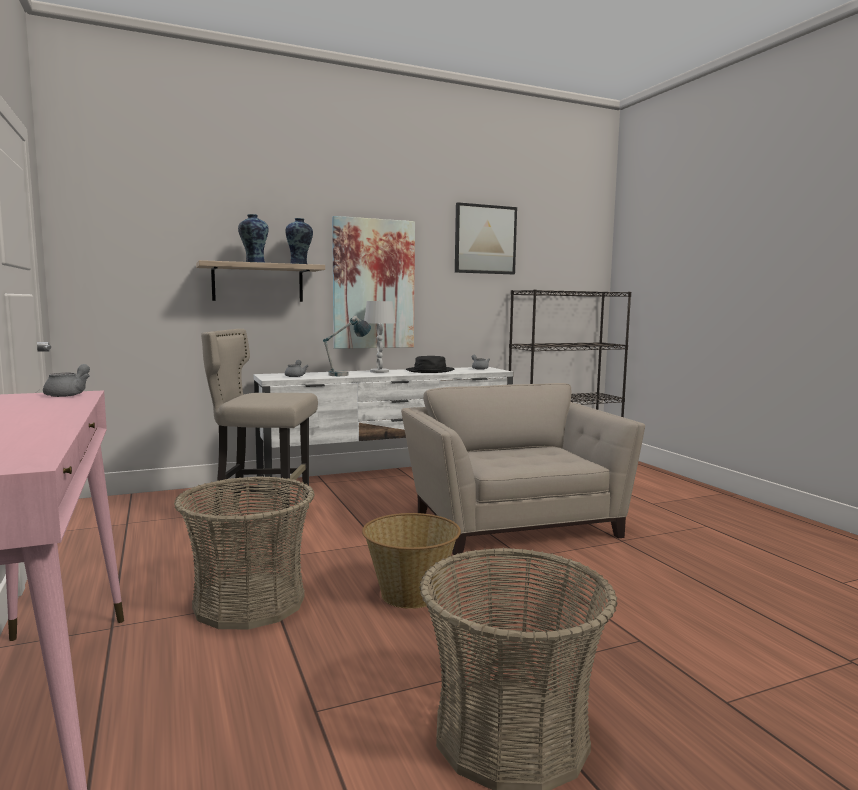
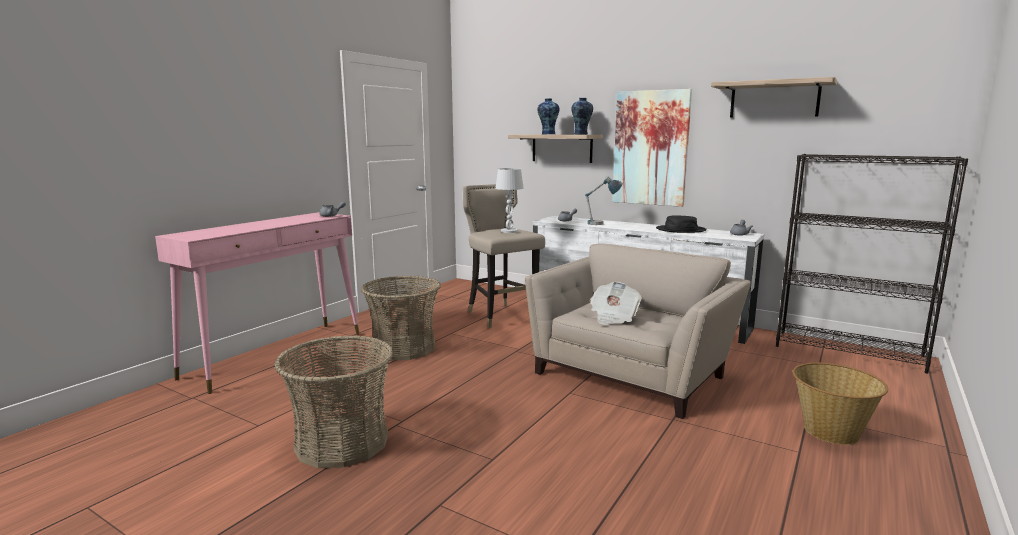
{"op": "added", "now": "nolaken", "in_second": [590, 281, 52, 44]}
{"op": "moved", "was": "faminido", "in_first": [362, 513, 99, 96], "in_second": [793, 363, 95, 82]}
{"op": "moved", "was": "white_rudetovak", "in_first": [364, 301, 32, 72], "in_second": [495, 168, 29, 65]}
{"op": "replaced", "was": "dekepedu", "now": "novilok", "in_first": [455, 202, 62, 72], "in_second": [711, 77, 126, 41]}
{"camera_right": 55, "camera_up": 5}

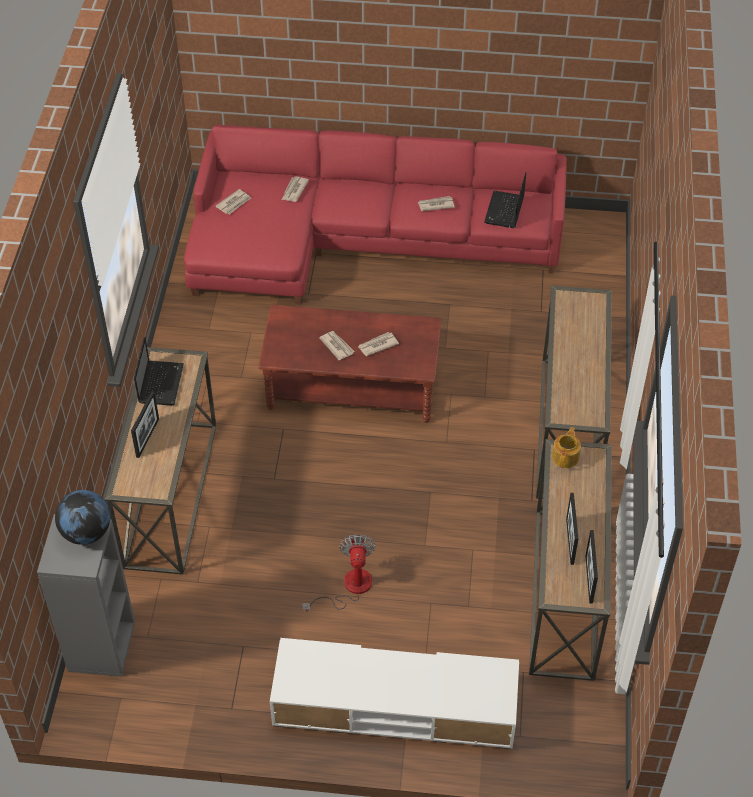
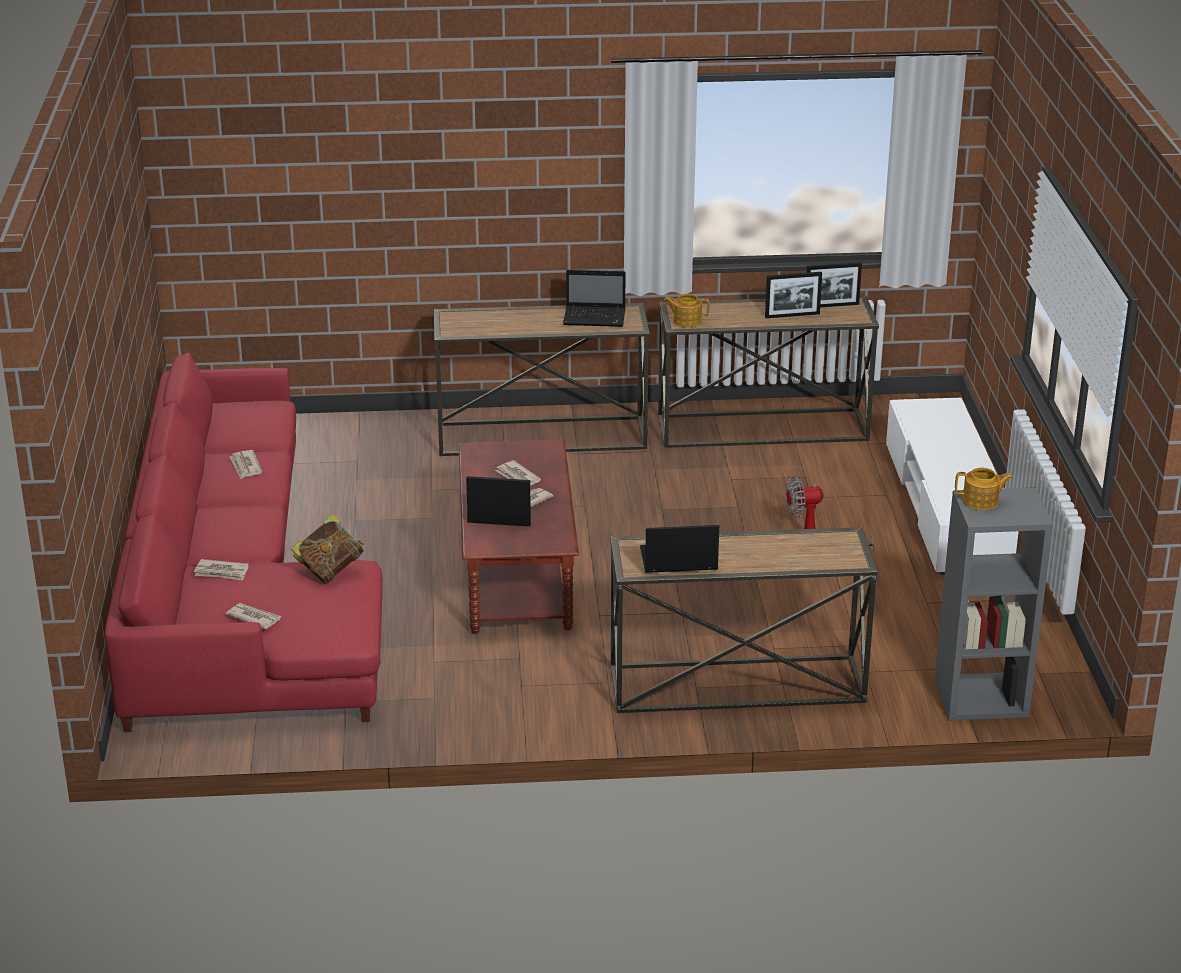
{"op": "added", "now": "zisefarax", "in_second": [291, 514, 73, 70]}
{"op": "moved", "was": "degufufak", "in_first": [131, 391, 28, 67], "in_second": [466, 476, 65, 51]}
{"op": "moved", "was": "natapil", "in_first": [484, 172, 42, 56], "in_second": [563, 270, 63, 57]}
{"op": "replaced", "was": "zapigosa", "now": "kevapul", "in_first": [55, 490, 55, 55], "in_second": [955, 468, 58, 42]}
{"camera_right": -100, "camera_up": -20}

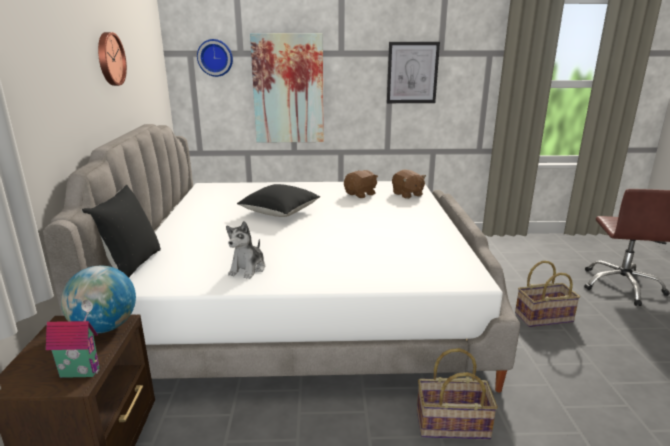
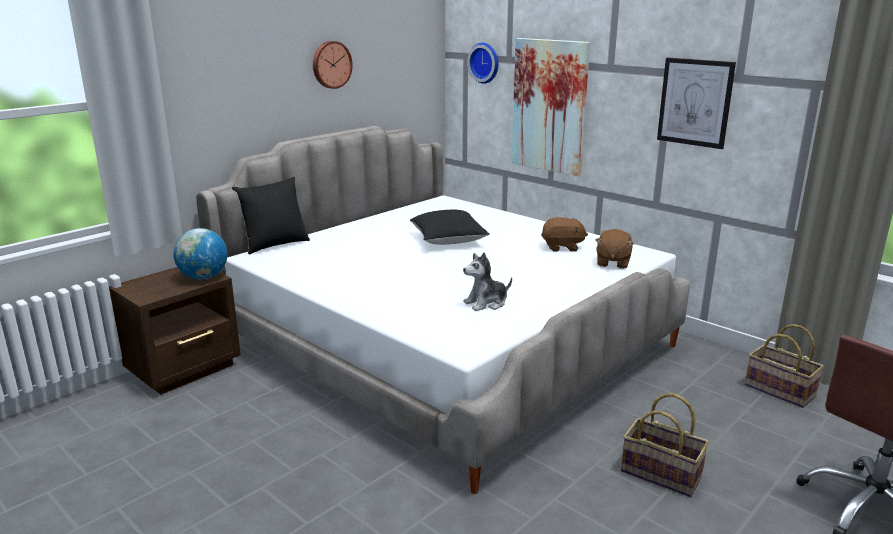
{"op": "removed", "was": "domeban", "in_first": [46, 300, 53, 78]}
{"op": "moved", "was": "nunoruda", "in_first": [226, 221, 39, 58], "in_second": [463, 252, 49, 59]}
{"op": "moved", "was": "faminido", "in_first": [417, 348, 81, 92], "in_second": [745, 324, 79, 84]}
{"camera_right": 45, "camera_up": 0}

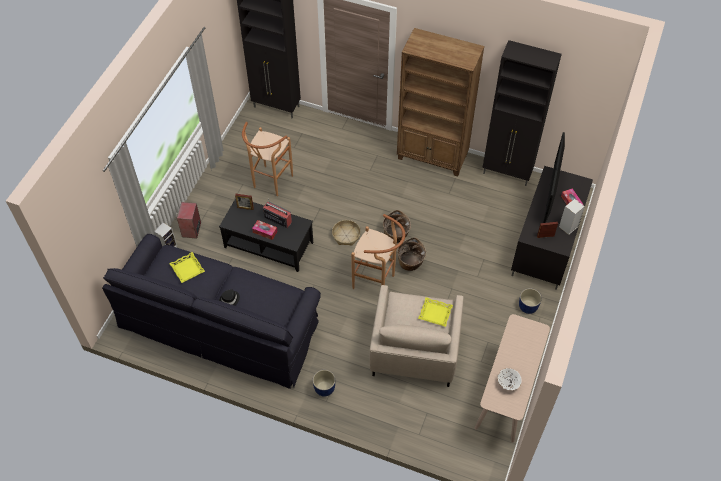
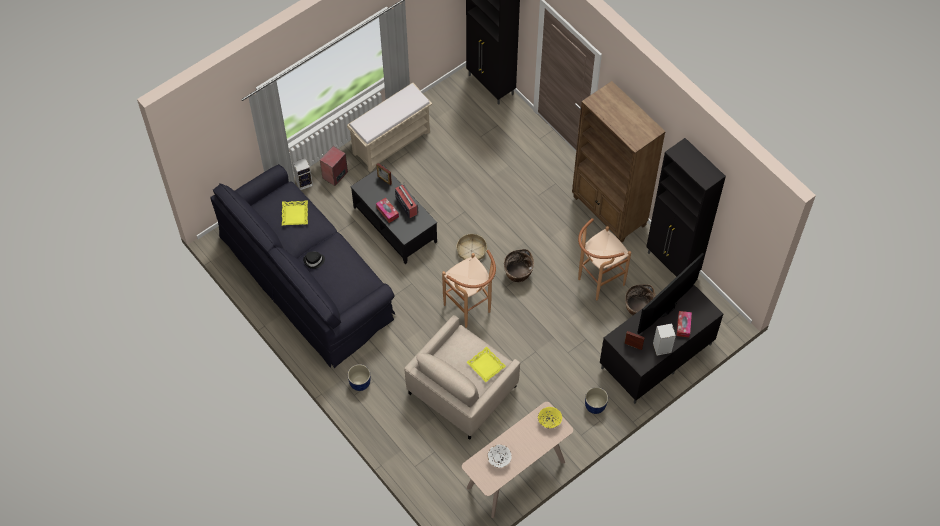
{"op": "added", "now": "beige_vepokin", "in_second": [347, 83, 85, 89]}
{"op": "added", "now": "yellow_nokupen", "in_second": [538, 407, 24, 22]}
{"op": "moved", "was": "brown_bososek", "in_first": [242, 122, 51, 74], "in_second": [578, 218, 53, 82]}
{"op": "moved", "was": "faminido", "in_first": [397, 237, 29, 34], "in_second": [625, 284, 31, 31]}
{"camera_right": 30, "camera_up": 5}

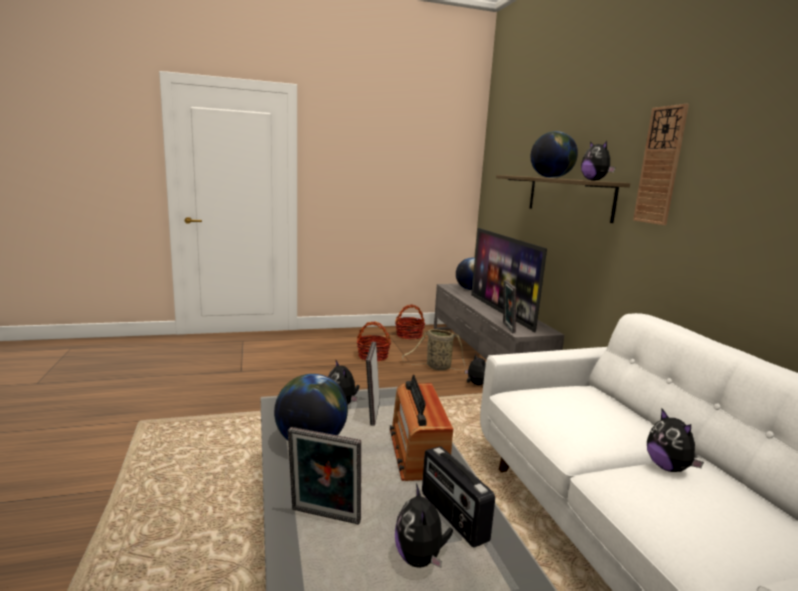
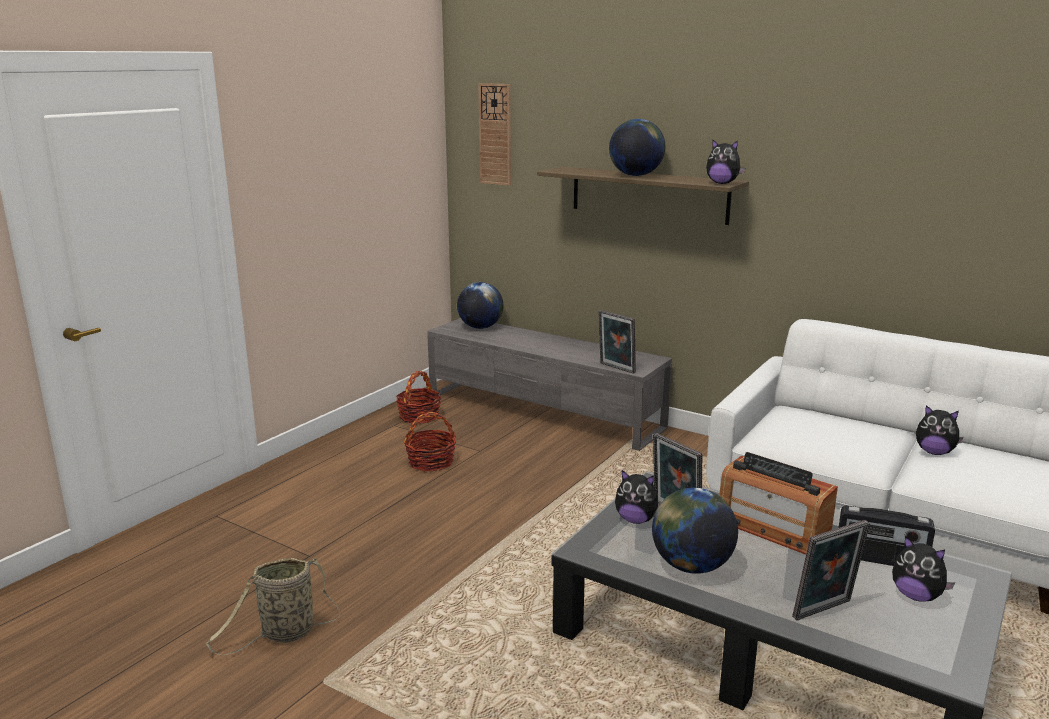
{"op": "removed", "was": "nunoruda", "in_first": [465, 354, 21, 31]}
{"op": "removed", "was": "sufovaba", "in_first": [471, 228, 76, 104]}
{"op": "moved", "was": "faminido", "in_first": [402, 329, 63, 42], "in_second": [206, 558, 135, 97]}
{"op": "moved", "was": "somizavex", "in_first": [633, 104, 56, 121], "in_second": [478, 83, 33, 103]}
{"camera_right": -40, "camera_up": 5}

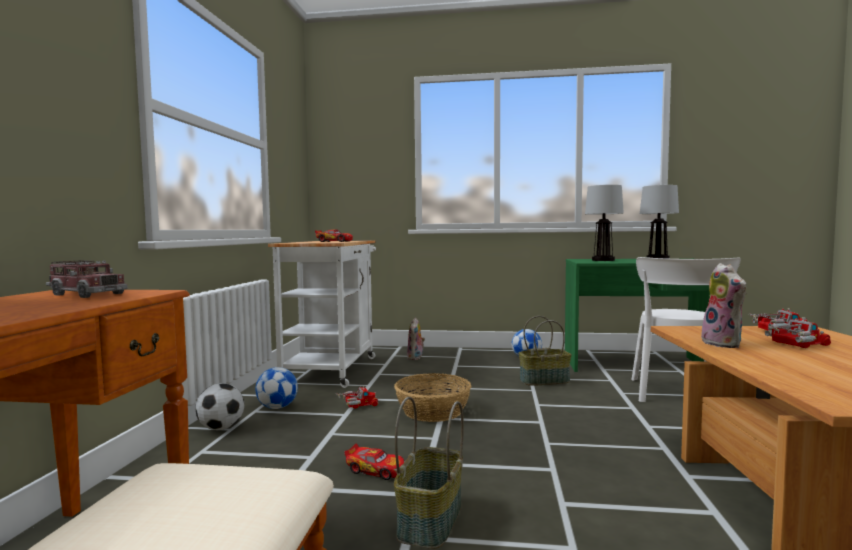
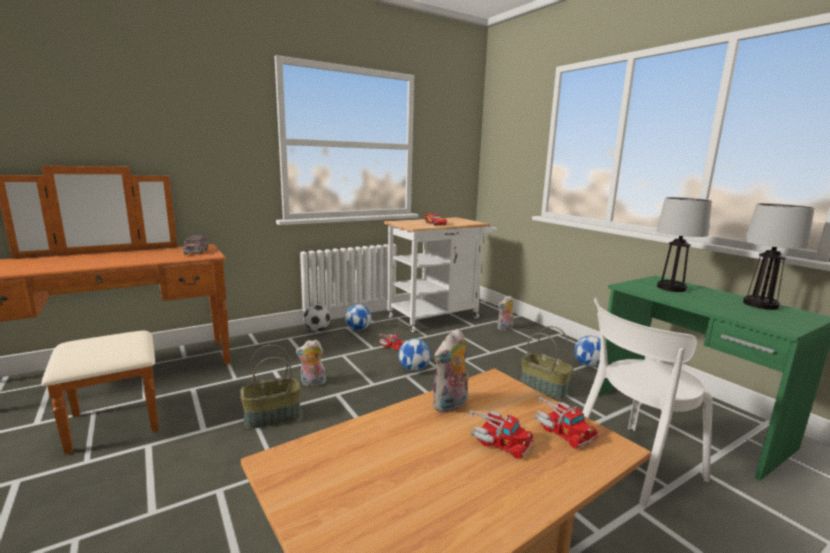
{"op": "replaced", "was": "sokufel", "now": "nunoruda", "in_first": [344, 443, 61, 37], "in_second": [295, 340, 31, 46]}
{"op": "replaced", "was": "faminido", "now": "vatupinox", "in_first": [394, 373, 77, 49], "in_second": [398, 338, 33, 33]}
{"camera_right": 50, "camera_up": 10}

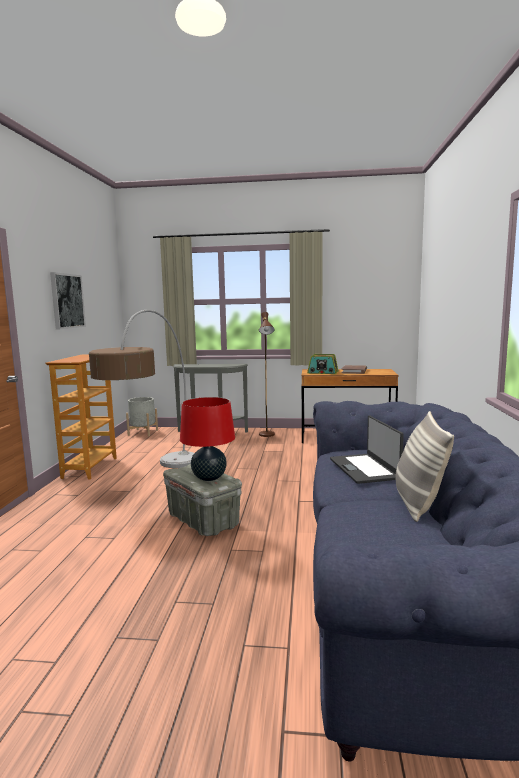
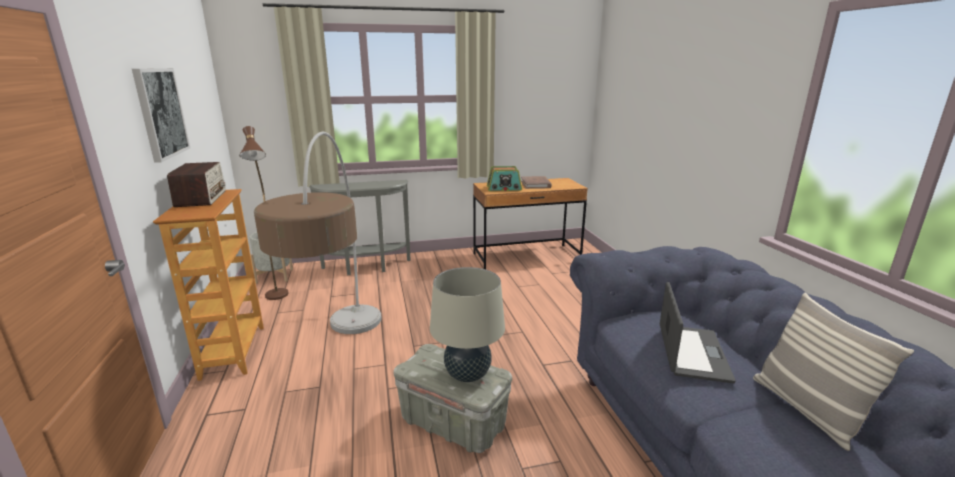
{"op": "added", "now": "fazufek", "in_second": [167, 162, 59, 45]}
{"op": "moved", "was": "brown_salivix", "in_first": [259, 312, 16, 125], "in_second": [239, 126, 50, 174]}
{"op": "recoloured", "was": "red_rudetovak", "now": "beige_rudetovak", "in_first": [180, 397, 55, 84], "in_second": [430, 267, 75, 115]}
{"op": "turned", "was": "natapil", "in_first": [330, 415, 74, 69], "in_second": [660, 282, 76, 102], "clockwise": -135}
{"camera_right": -20, "camera_up": 10}

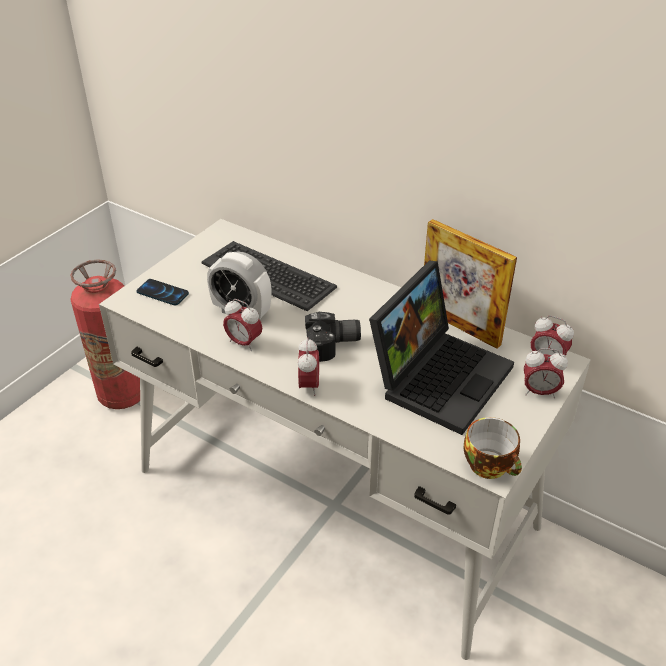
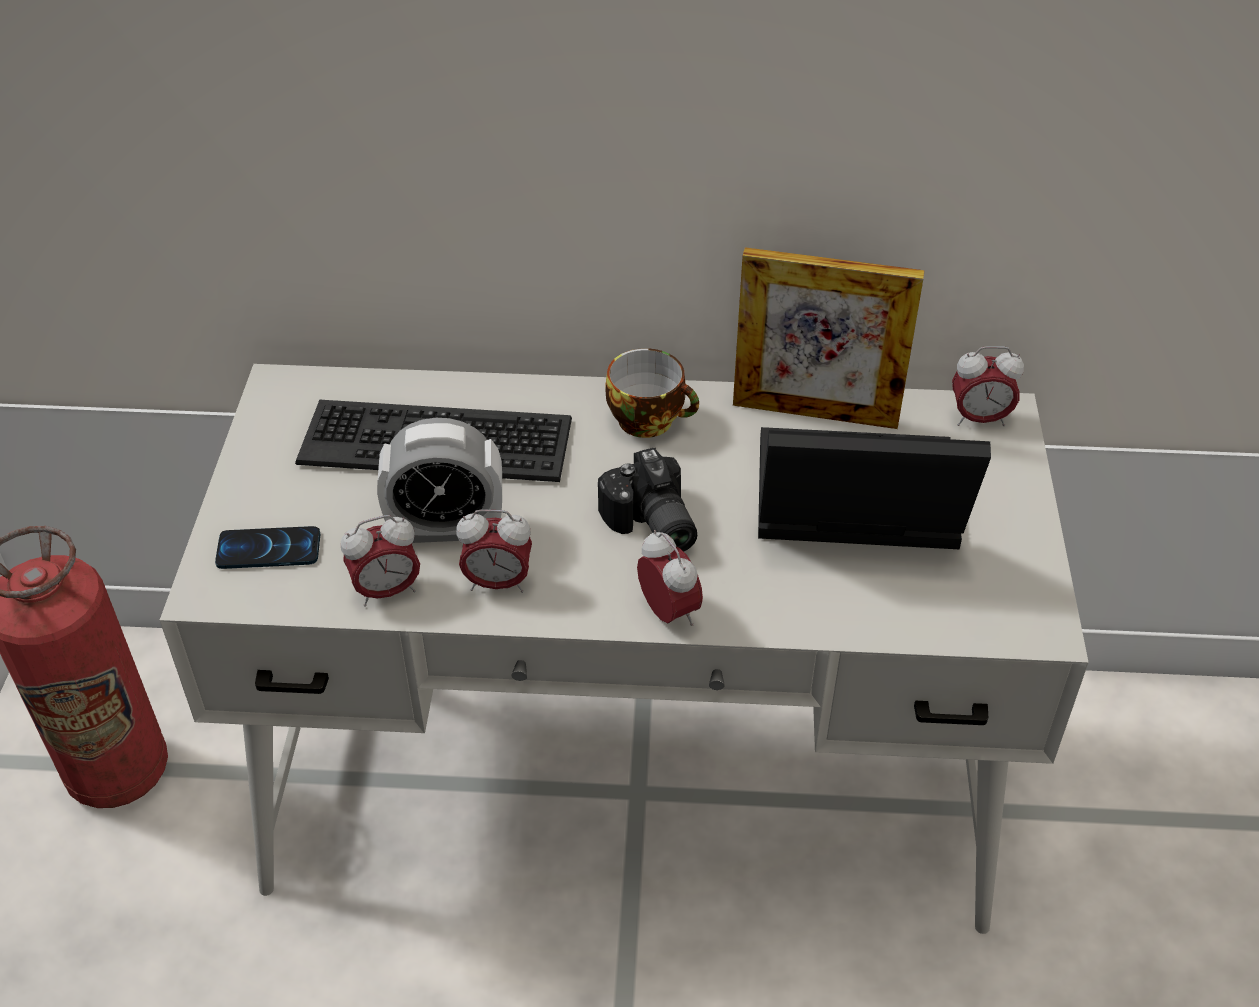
{"op": "moved", "was": "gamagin", "in_first": [464, 417, 58, 62], "in_second": [605, 348, 94, 90]}
{"op": "moved", "was": "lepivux", "in_first": [524, 348, 44, 50], "in_second": [341, 515, 79, 92]}
{"op": "turned", "was": "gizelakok", "in_first": [305, 312, 56, 50], "in_second": [598, 448, 99, 104], "clockwise": 105}
{"op": "turned", "was": "natapil", "in_first": [369, 260, 145, 175], "in_second": [758, 427, 233, 123], "clockwise": -90}
{"camera_right": -30, "camera_up": 5}

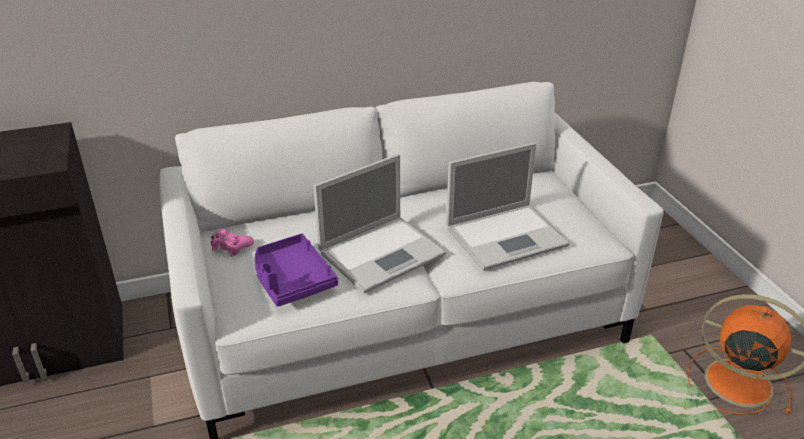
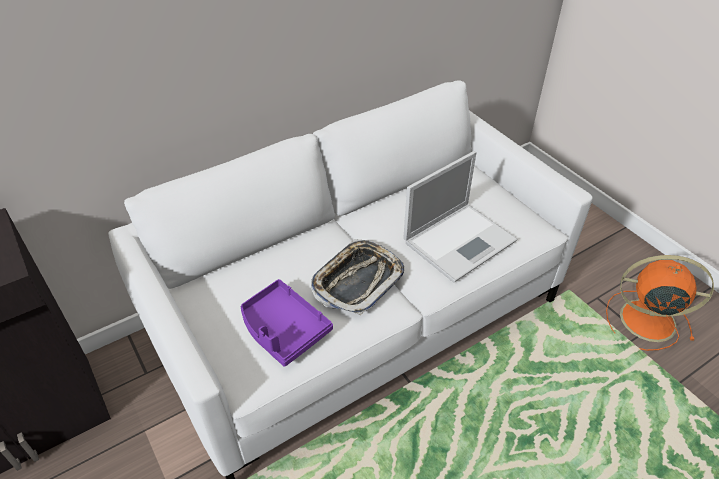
{"op": "removed", "was": "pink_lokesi", "in_first": [210, 229, 44, 28]}
{"op": "replaced", "was": "natapil", "now": "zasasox", "in_first": [313, 154, 133, 139], "in_second": [311, 239, 93, 76]}
{"camera_right": -15, "camera_up": 10}

